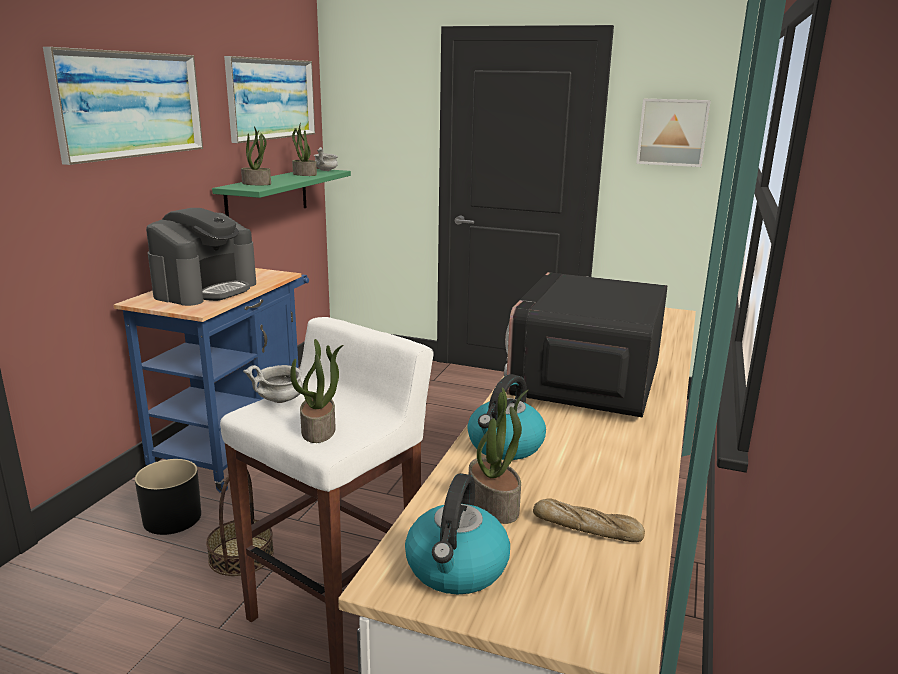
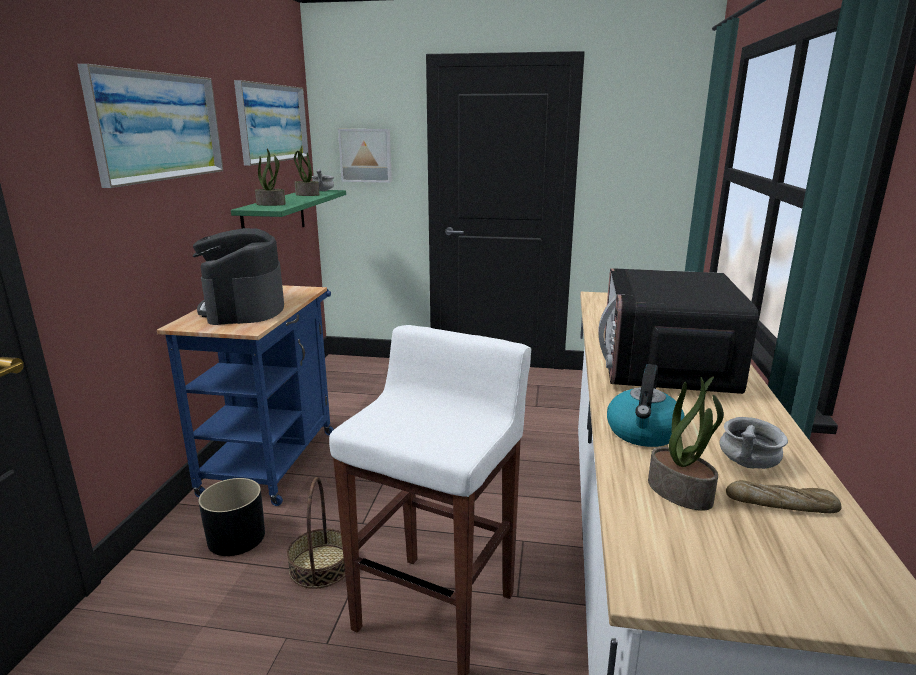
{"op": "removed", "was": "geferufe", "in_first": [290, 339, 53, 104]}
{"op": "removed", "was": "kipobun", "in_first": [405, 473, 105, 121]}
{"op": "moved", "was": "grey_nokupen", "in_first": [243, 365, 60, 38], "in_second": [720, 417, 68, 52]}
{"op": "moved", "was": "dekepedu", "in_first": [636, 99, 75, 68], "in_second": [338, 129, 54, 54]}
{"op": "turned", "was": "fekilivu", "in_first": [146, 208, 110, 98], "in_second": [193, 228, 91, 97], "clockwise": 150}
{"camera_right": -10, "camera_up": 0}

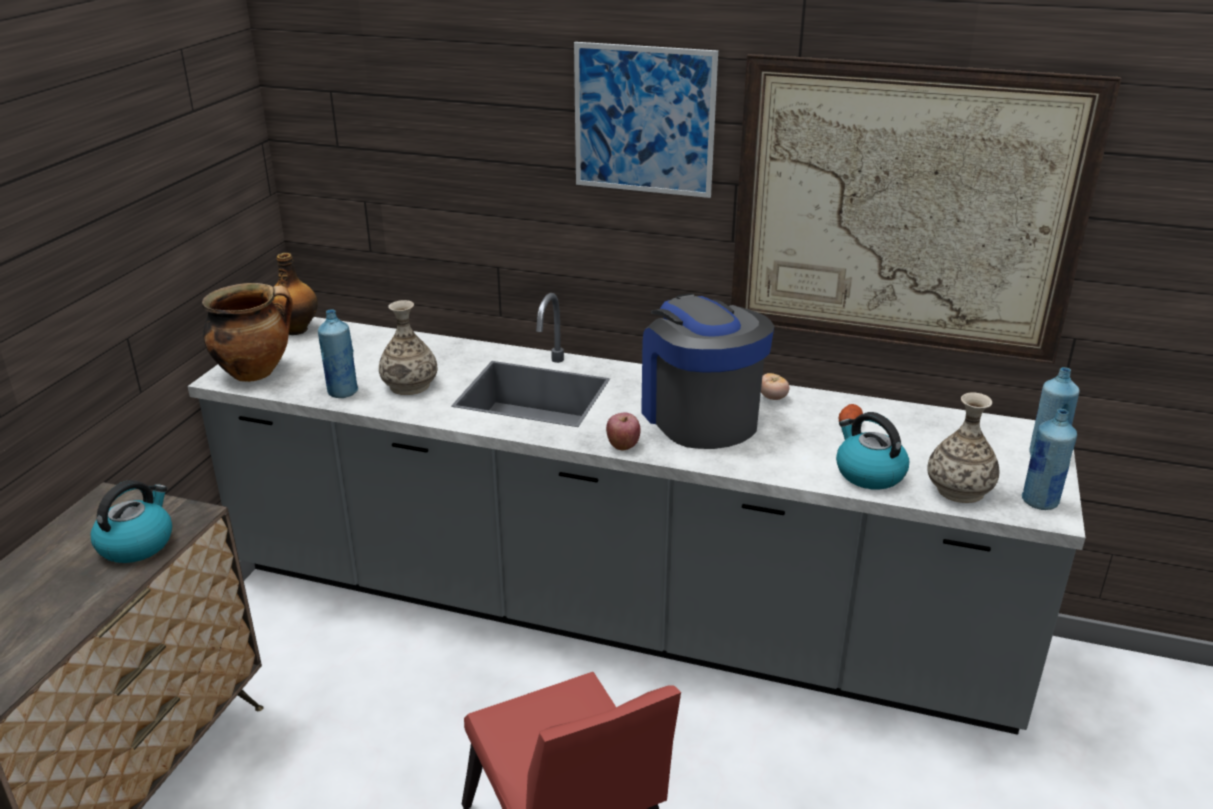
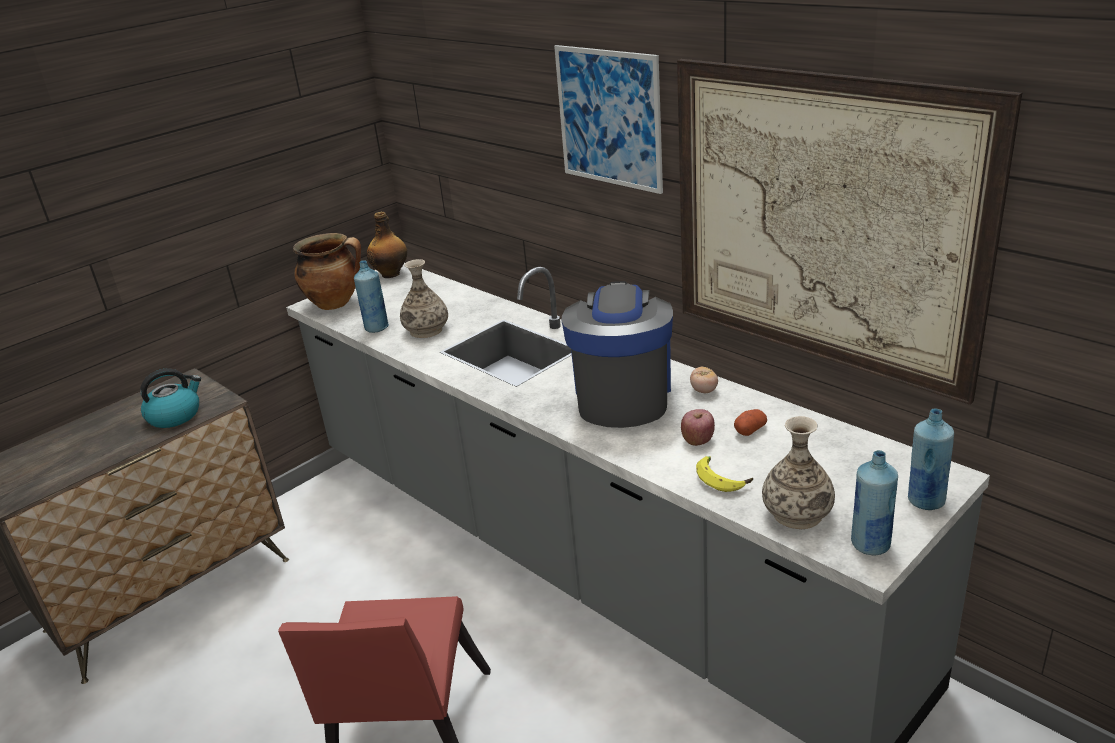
{"op": "moved", "was": "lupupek", "in_first": [606, 413, 34, 37], "in_second": [681, 409, 34, 37]}
{"op": "replaced", "was": "kipobun", "now": "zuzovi", "in_first": [836, 412, 73, 78], "in_second": [696, 456, 57, 36]}
{"camera_right": 30, "camera_up": 0}

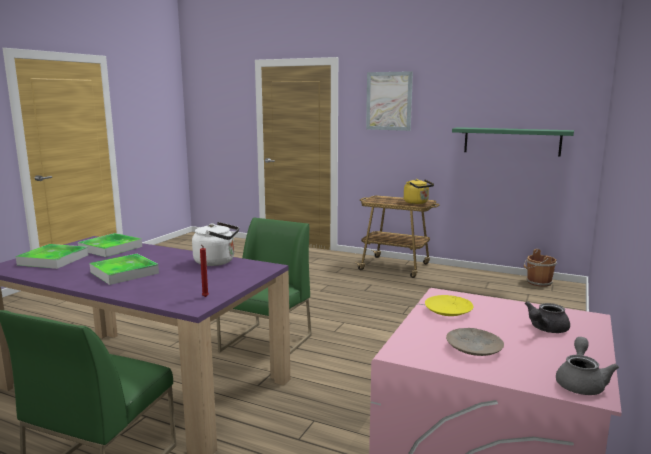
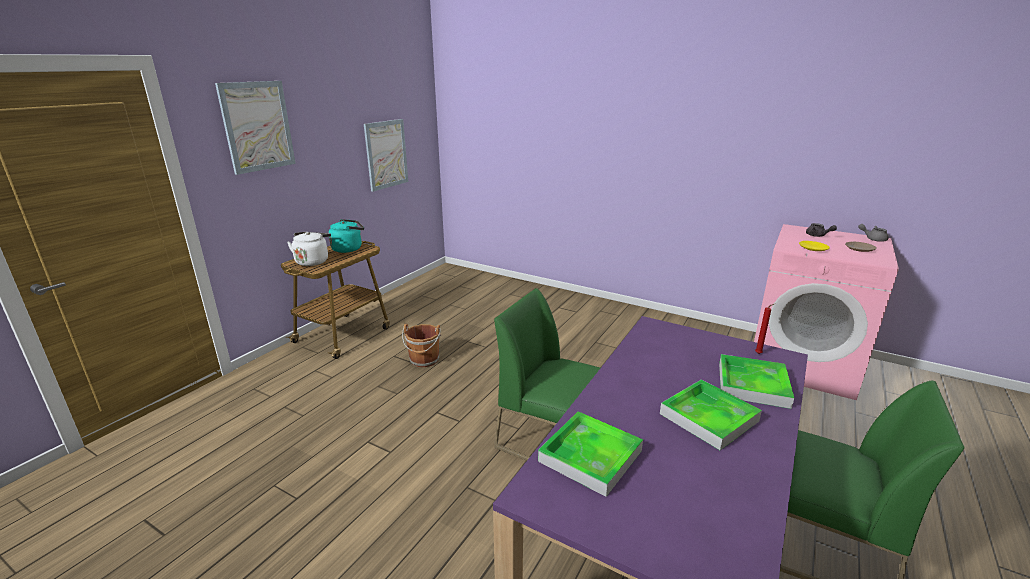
{"op": "moved", "was": "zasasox", "in_first": [15, 244, 73, 25], "in_second": [719, 354, 75, 55]}
{"op": "moved", "was": "white_kipobun", "in_first": [192, 222, 47, 44], "in_second": [287, 232, 44, 34]}
{"op": "moved", "was": "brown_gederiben", "in_first": [524, 249, 33, 38], "in_second": [402, 324, 39, 43]}
{"op": "replaced", "was": "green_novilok", "now": "dekepedu", "in_first": [452, 127, 122, 29], "in_second": [364, 119, 44, 73]}
{"op": "recoloured", "was": "yellow_kipobun", "now": "turquoise_kipobun", "in_first": [404, 179, 30, 25], "in_second": [329, 219, 35, 34]}
{"camera_right": -85, "camera_up": 10}

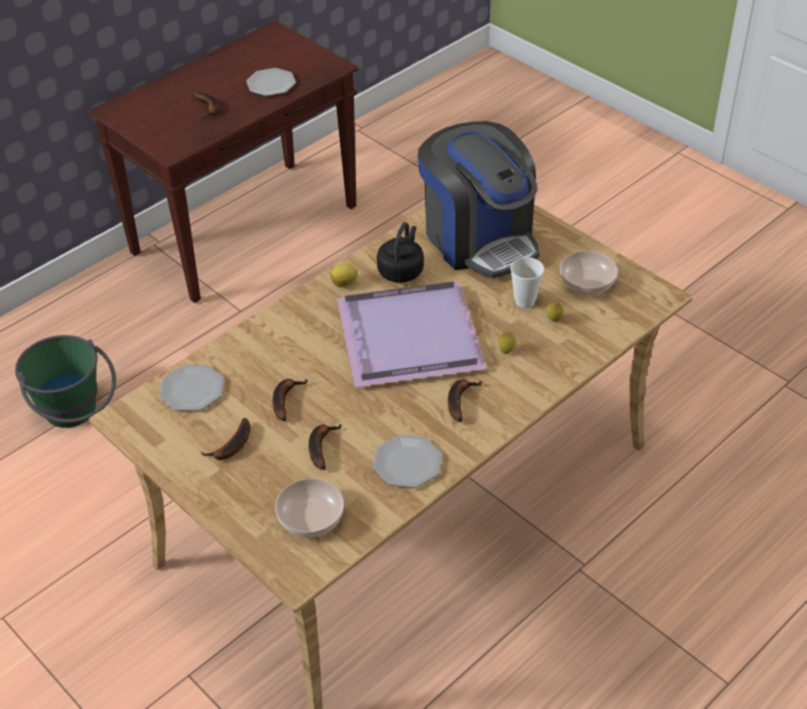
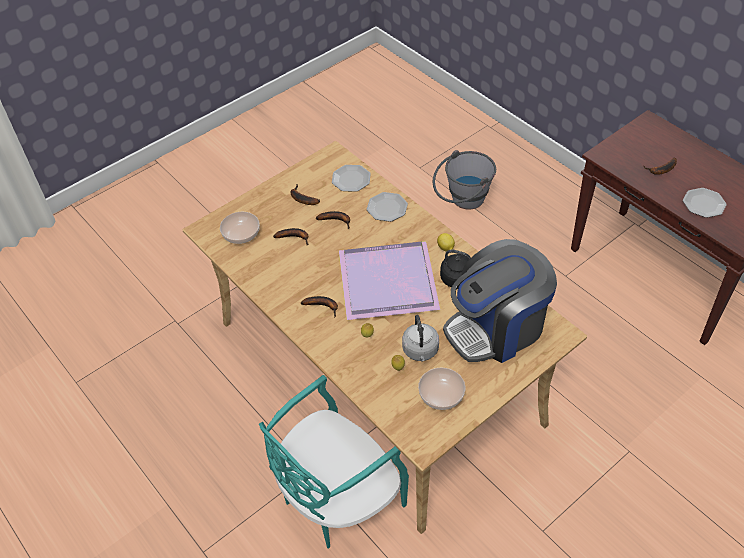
{"op": "added", "now": "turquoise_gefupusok", "in_second": [259, 375, 150, 174]}
{"op": "moved", "was": "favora", "in_first": [373, 435, 69, 53], "in_second": [367, 192, 41, 30]}
{"op": "replaced", "was": "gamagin", "now": "grey_kipobun", "in_first": [510, 257, 34, 51], "in_second": [402, 315, 37, 47]}
{"op": "recoloured", "was": "green_gederiben", "now": "grey_gederiben", "in_first": [15, 335, 101, 93], "in_second": [433, 150, 63, 60]}
{"camera_right": 95, "camera_up": 5}

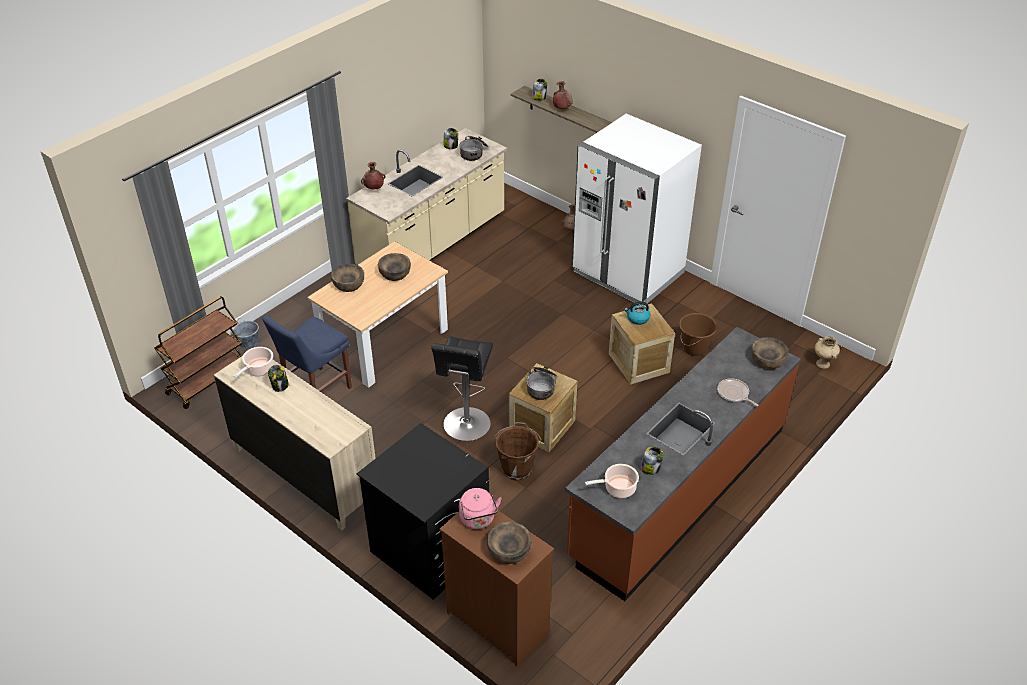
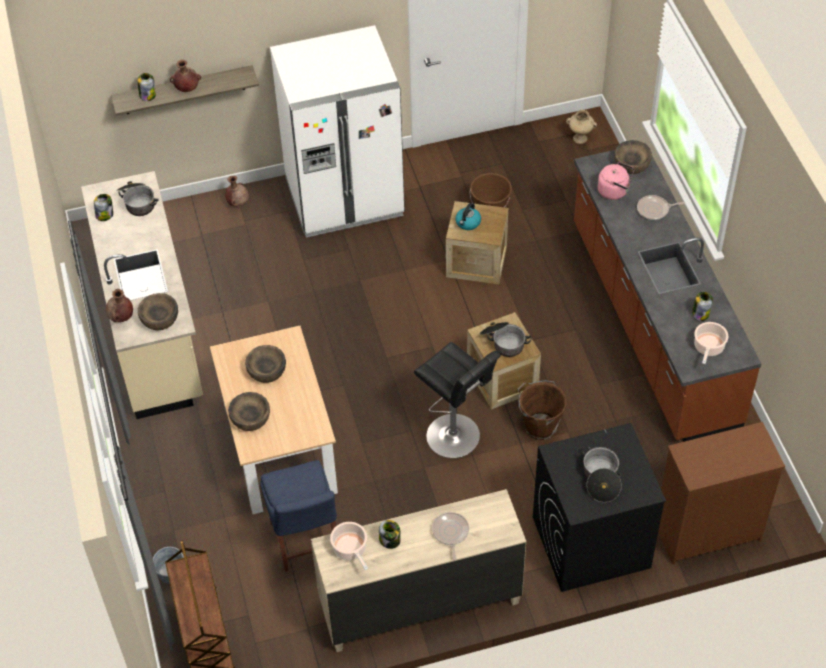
{"op": "added", "now": "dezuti", "in_second": [432, 512, 37, 48]}
{"op": "added", "now": "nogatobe", "in_second": [582, 445, 40, 57]}
{"op": "moved", "was": "pink_kipobun", "in_first": [459, 488, 43, 41], "in_second": [598, 162, 36, 38]}
{"op": "moved", "was": "brown_nokupen", "in_first": [487, 522, 45, 42], "in_second": [138, 293, 40, 37]}
{"camera_right": -55, "camera_up": 10}

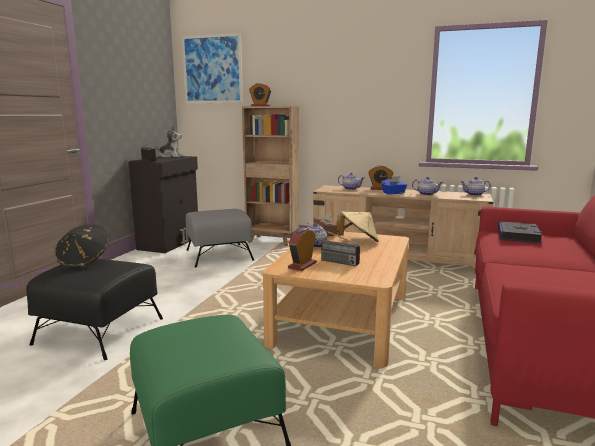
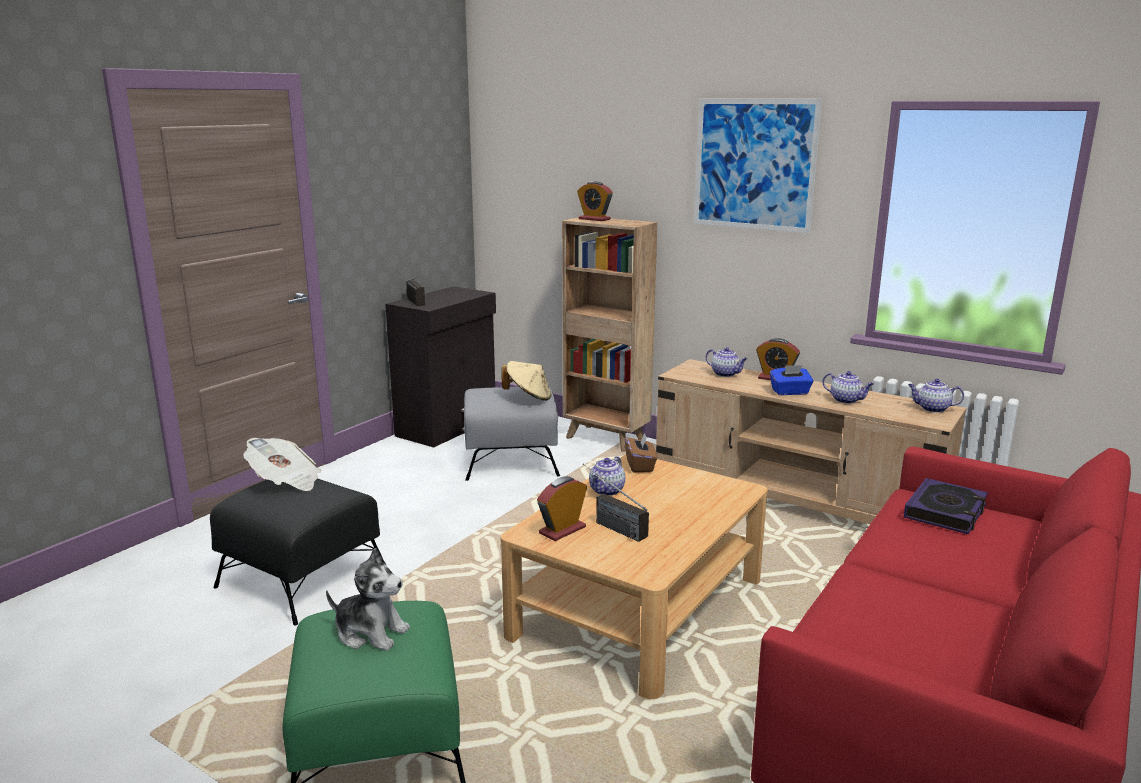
{"op": "moved", "was": "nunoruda", "in_first": [155, 126, 28, 32], "in_second": [326, 548, 84, 103]}
{"op": "moved", "was": "dekepedu", "in_first": [182, 33, 61, 70], "in_second": [694, 99, 128, 134]}
{"op": "moved", "was": "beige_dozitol", "in_first": [336, 212, 43, 30], "in_second": [502, 361, 49, 40]}
{"op": "replaced", "was": "black_dozitol", "now": "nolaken", "in_first": [55, 224, 53, 44], "in_second": [243, 438, 78, 53]}
{"camera_right": 15, "camera_up": 5}

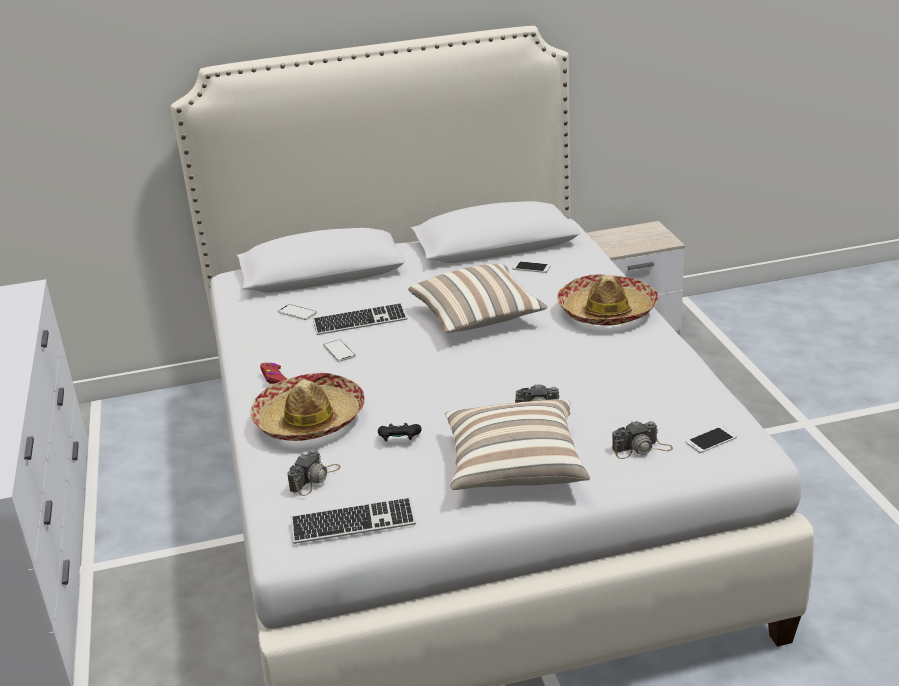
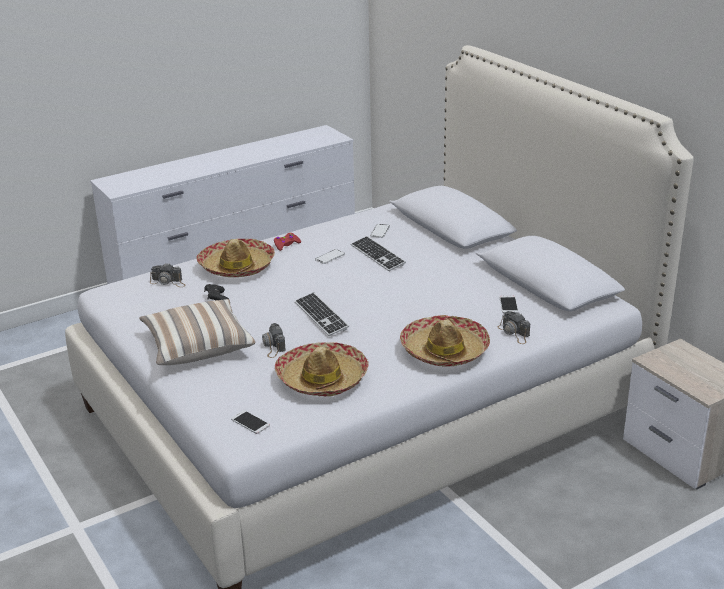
{"op": "removed", "was": "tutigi", "in_first": [408, 264, 140, 69]}
{"op": "added", "now": "dozitol", "in_second": [275, 342, 94, 54]}
{"op": "moved", "was": "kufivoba", "in_first": [291, 497, 125, 47], "in_second": [295, 292, 54, 44]}
{"op": "moved", "was": "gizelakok", "in_first": [612, 421, 61, 38], "in_second": [498, 311, 32, 33]}
{"camera_right": 70, "camera_up": 0}

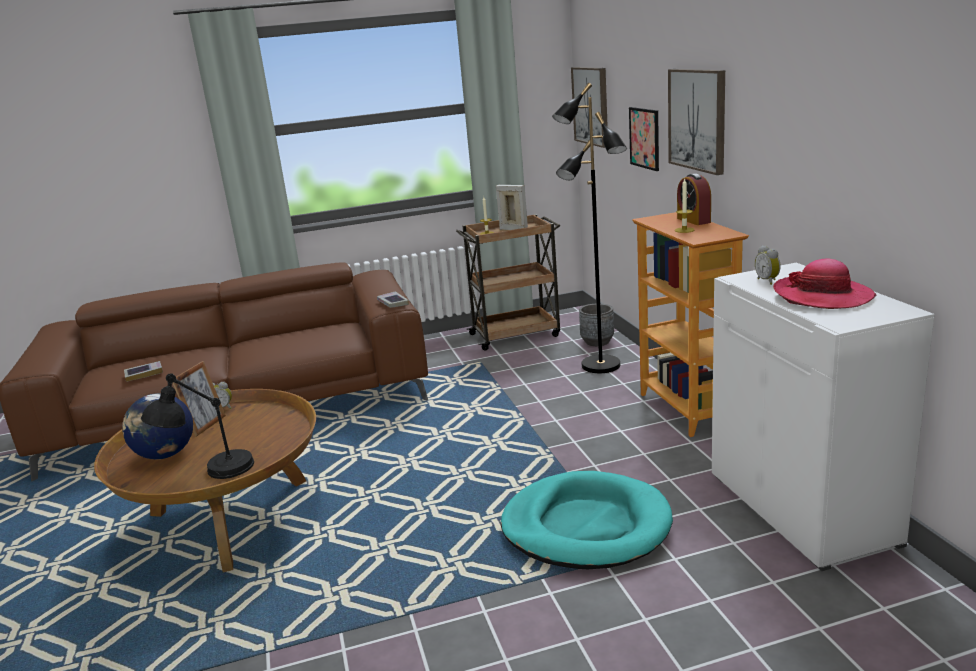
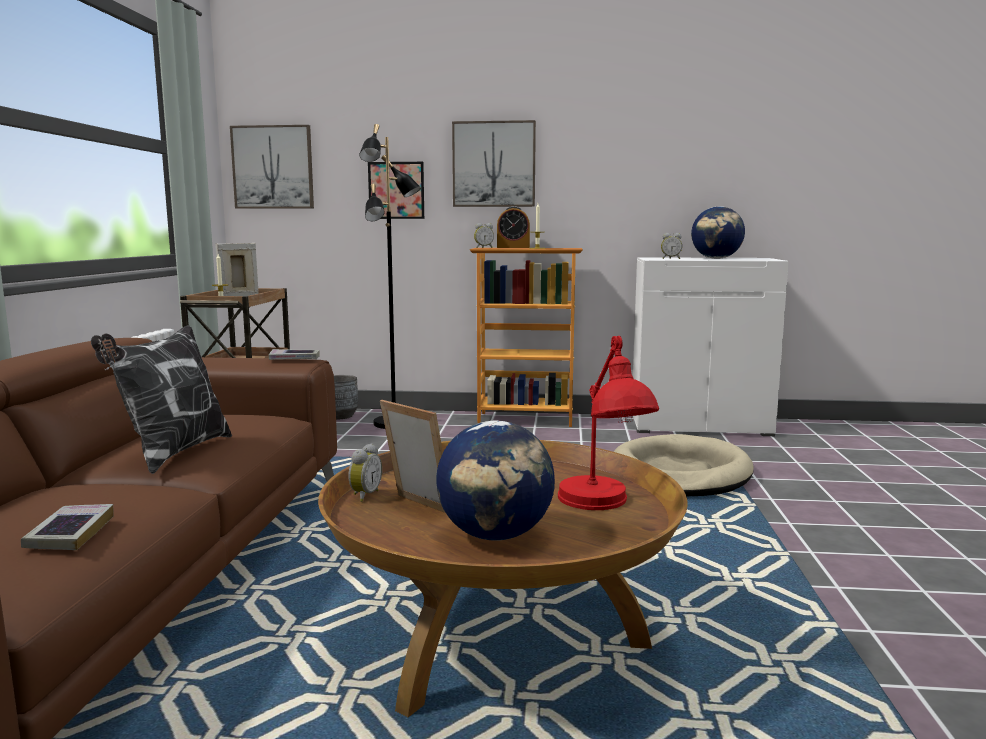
{"op": "added", "now": "tutigi", "in_second": [91, 325, 141, 149]}
{"op": "added", "now": "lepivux", "in_second": [474, 223, 20, 25]}
{"op": "replaced", "was": "dozitol", "now": "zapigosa", "in_first": [773, 258, 103, 51], "in_second": [691, 206, 54, 53]}
{"op": "recoloured", "was": "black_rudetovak", "now": "red_rudetovak", "in_first": [141, 373, 113, 106], "in_second": [558, 336, 101, 174]}
{"op": "recoloured", "was": "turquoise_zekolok", "now": "beige_zekolok", "in_first": [501, 471, 172, 98], "in_second": [614, 434, 140, 62]}
{"camera_right": -70, "camera_up": -10}

